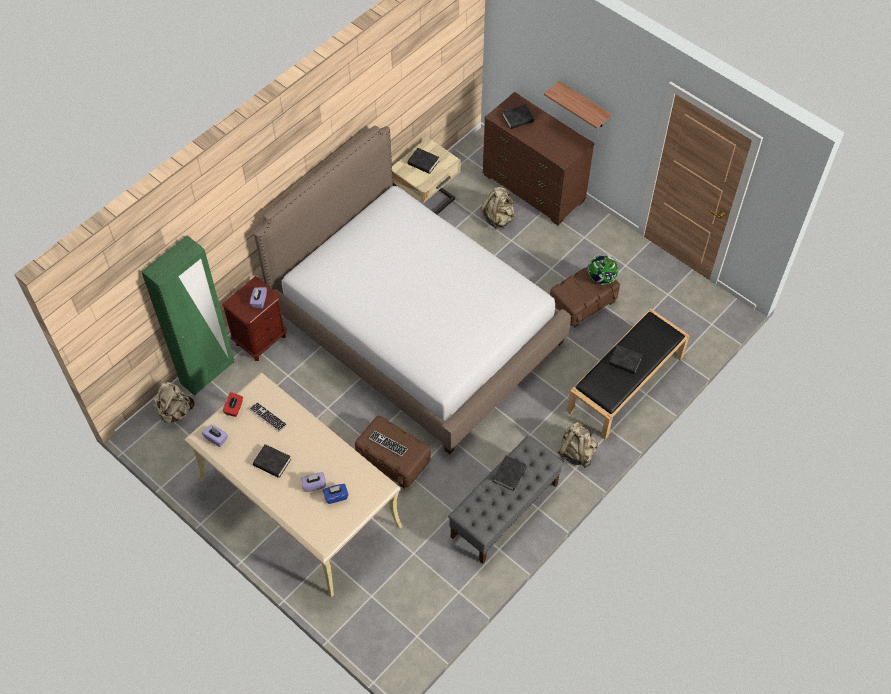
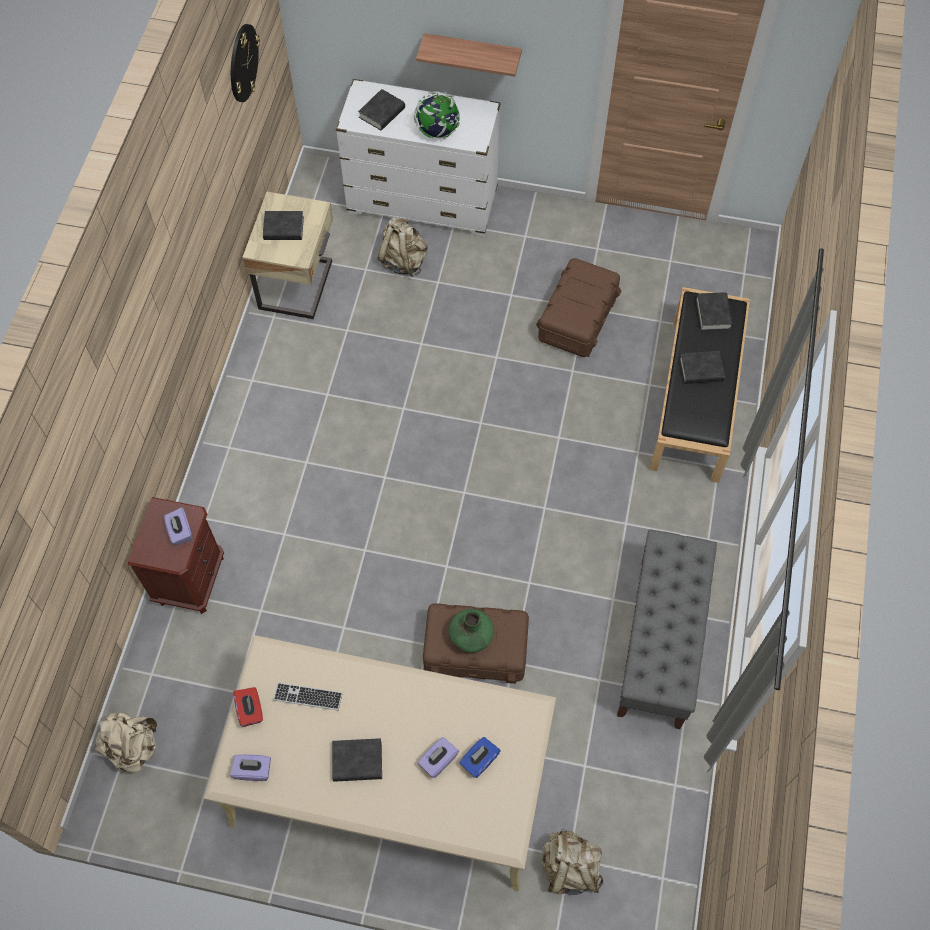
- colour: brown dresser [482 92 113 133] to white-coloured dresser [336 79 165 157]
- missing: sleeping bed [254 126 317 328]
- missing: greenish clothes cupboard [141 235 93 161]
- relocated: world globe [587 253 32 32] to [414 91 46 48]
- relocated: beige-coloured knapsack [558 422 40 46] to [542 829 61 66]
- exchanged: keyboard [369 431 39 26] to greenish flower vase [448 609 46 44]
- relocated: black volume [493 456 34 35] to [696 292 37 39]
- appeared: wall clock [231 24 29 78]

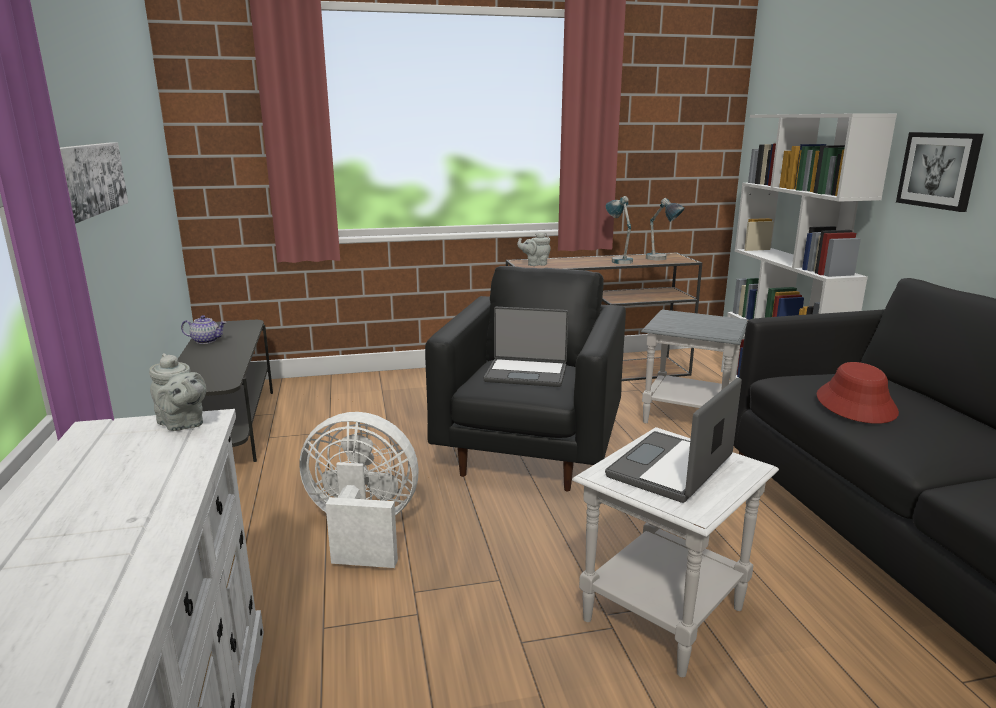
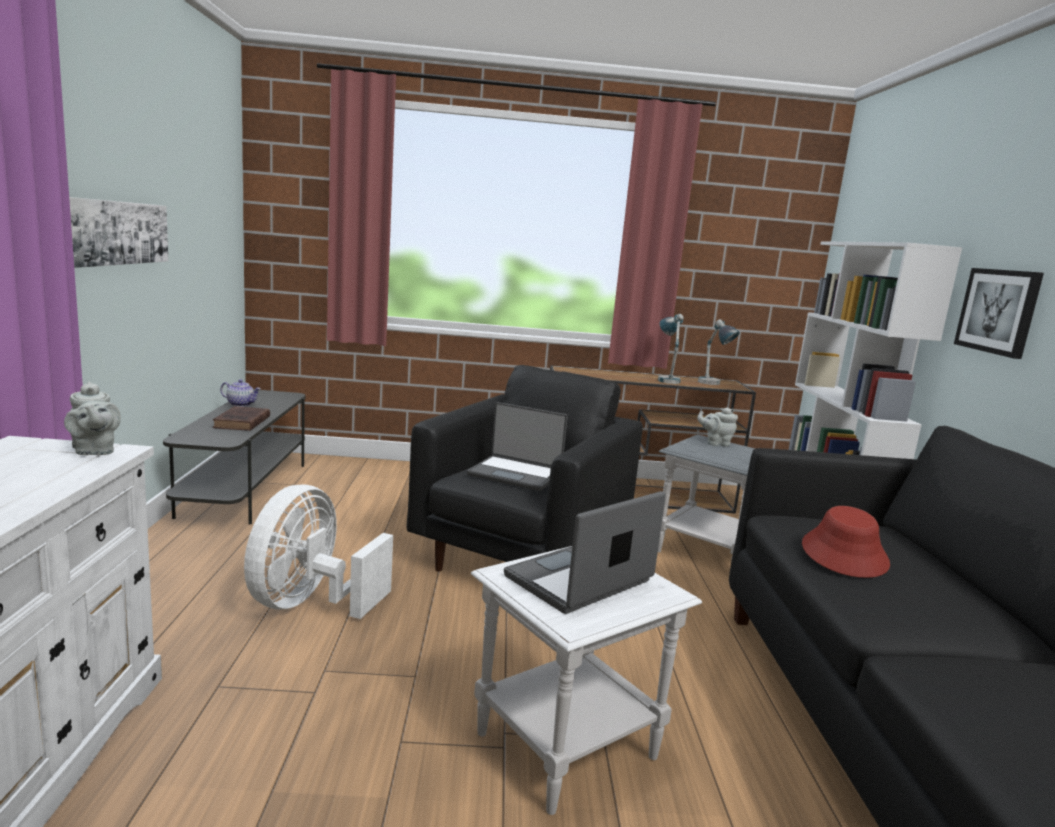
- relocated: greyish teapot [517 232 34 34] to [697 408 41 39]
- spun: white-coloured cooling fan [300 412 119 156] = [244 484 149 135] 90 degrees counterclockwise
- appeared: brown volume [213 406 57 25]

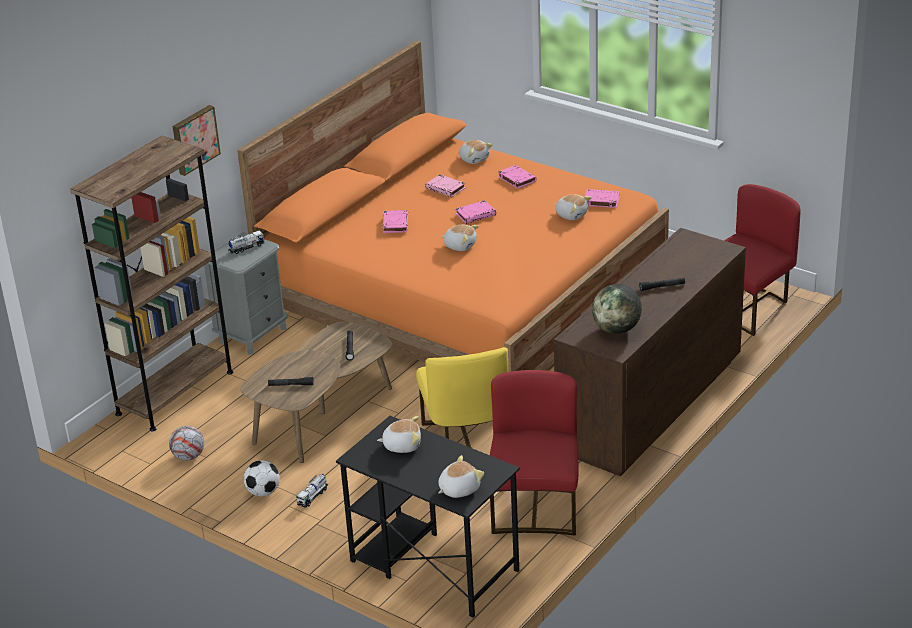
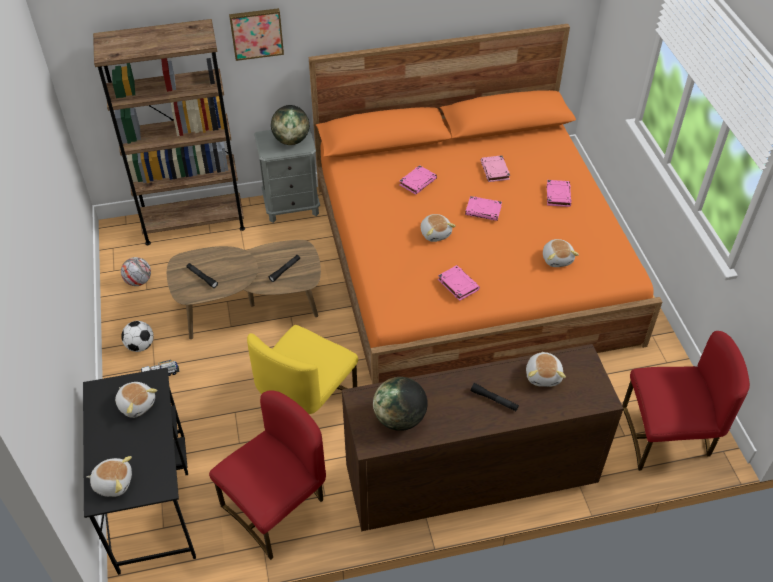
- relocated: soft toy [459 140 34 24] to [526 351 40 36]
- relocated: pink volume [585 189 35 19] to [438 265 42 36]
- exchanged: toy truck [228 230 36 24] to world globe [271 105 38 40]

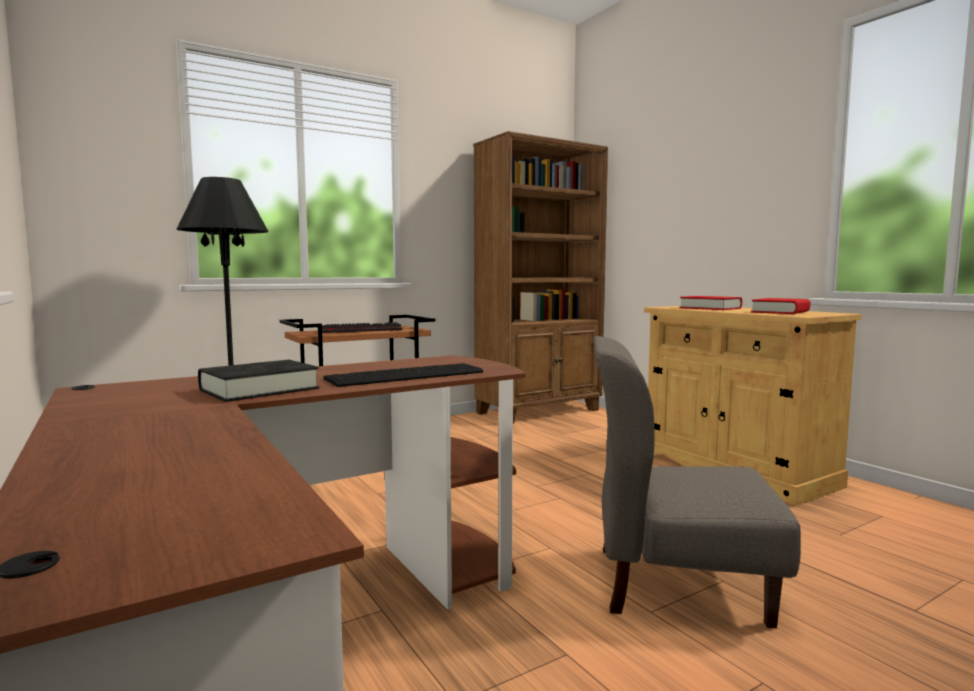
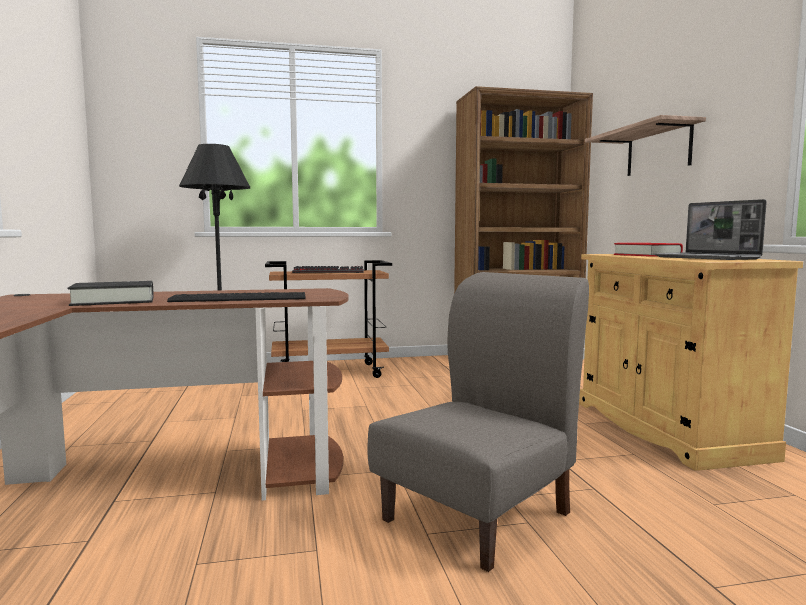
- exchanged: red volume [751 298 59 16] to notebook computer [654 199 113 61]
- spun: greyish plain chair [593 336 208 292] = [367 272 222 300] 105 degrees clockwise
- appeared: wall shelf [585 115 121 61]

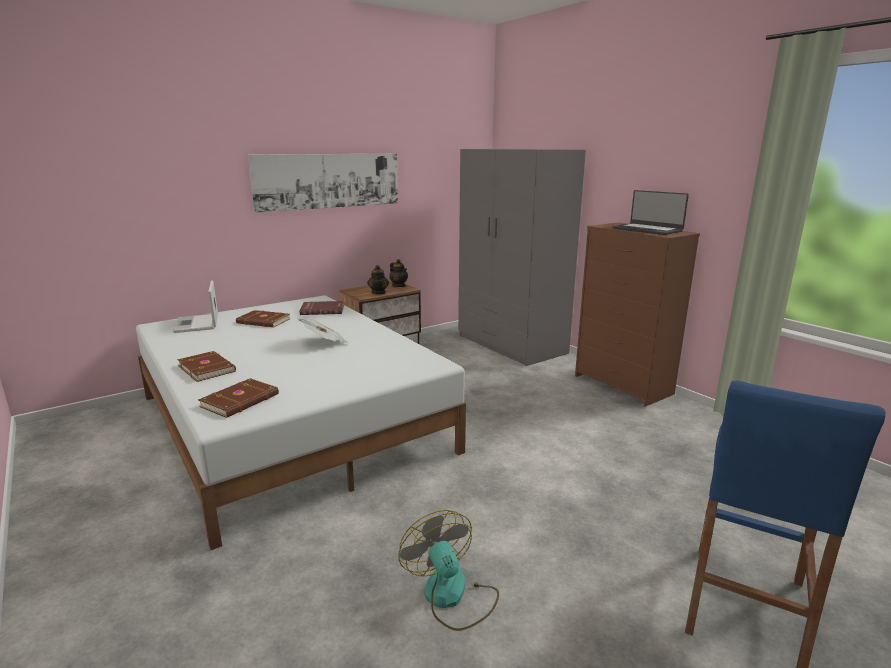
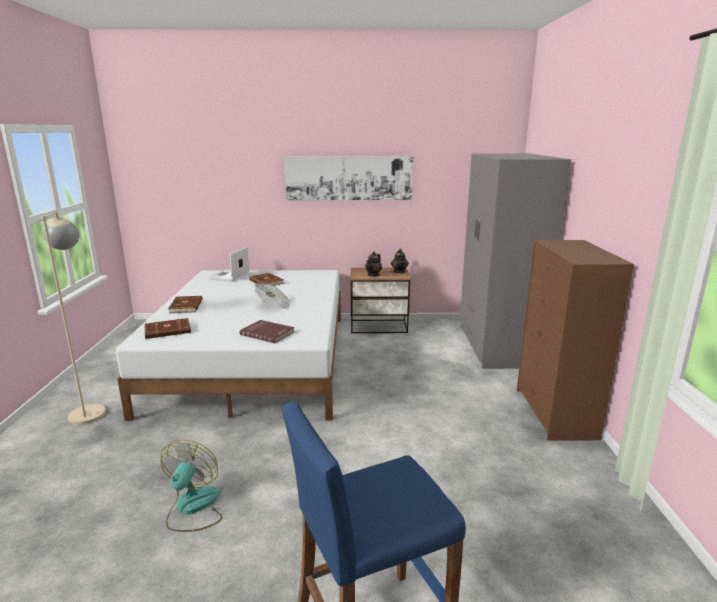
- missing: notebook computer [612 190 77 45]
- relocated: red volume [300 301 44 14] to [240 320 54 23]
- appeared: beige-coloured standing lamp [38 211 68 214]

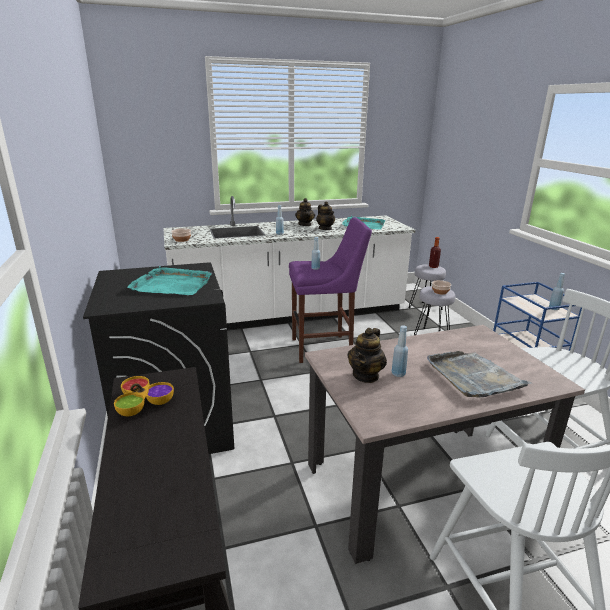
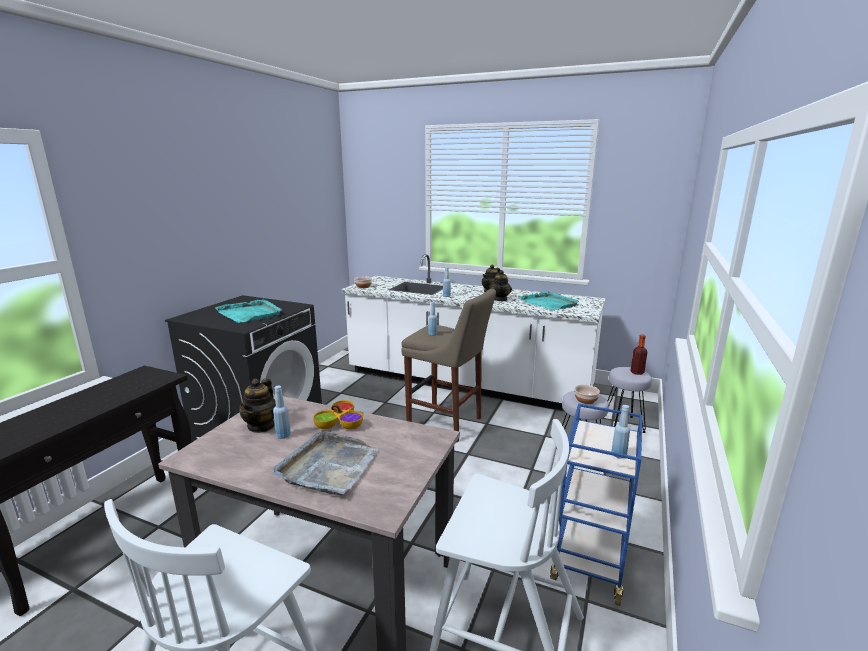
- colour: purple-coloured sitting stool [289 217 83 146] to beige-coloured sitting stool [401 289 95 153]
- spun: teapot [347 328 40 55] = [239 378 37 55] 60 degrees counterclockwise
- relocated: serving bowl [114 376 60 40] to [313 400 50 30]

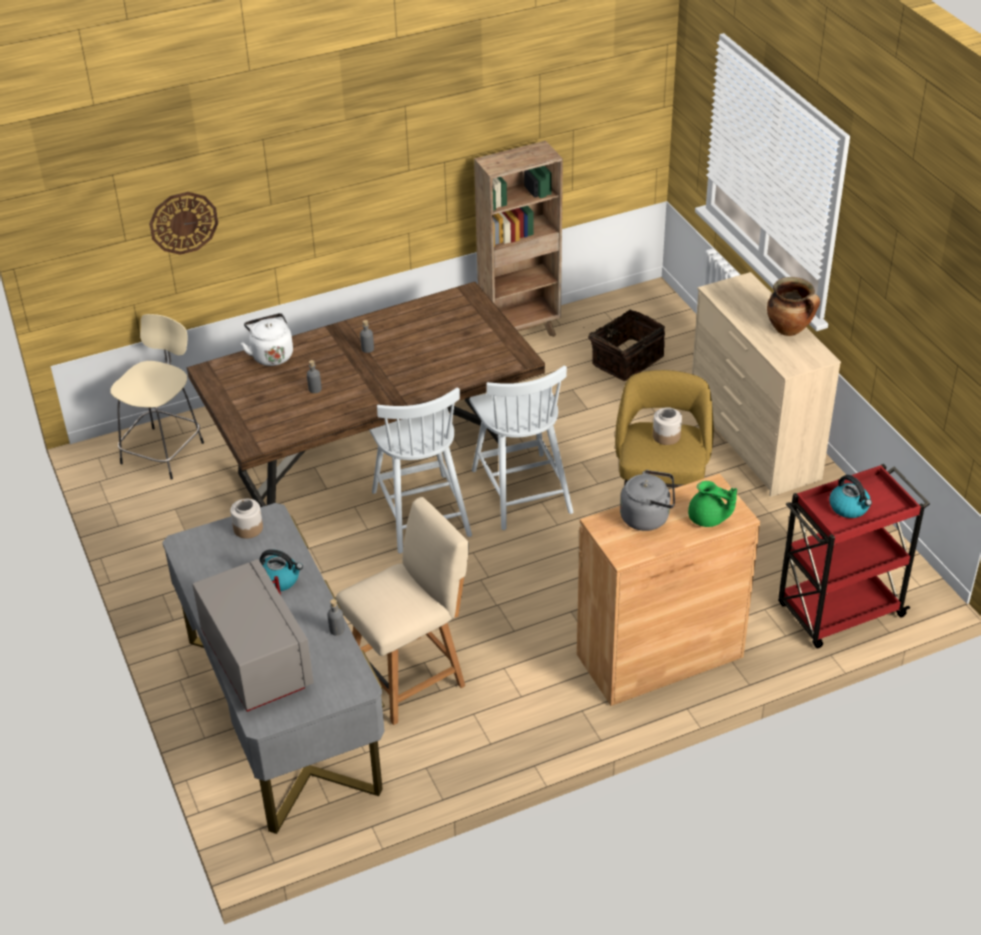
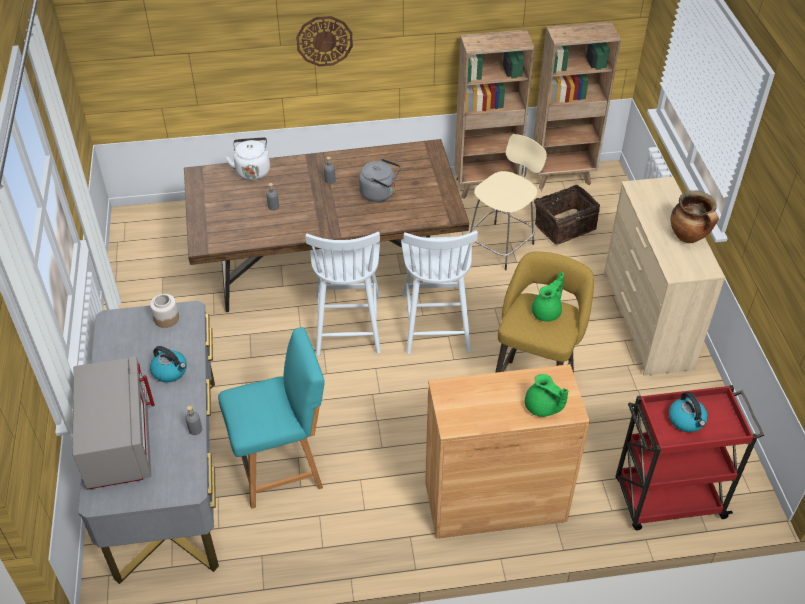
- relocated: wall clock [149 192 69 63] to [296 16 57 51]
- relocated: beige-coloured sitting stool [110 314 94 165] to [469 134 78 136]
- exchanged: jar [653 407 29 38] to greenish teapot [532 272 32 49]
- relocated: greyish kettle [620 470 55 61] to [359 158 42 44]
- colour: beige-coloured plain chair [336 497 133 228] to turquoise-coloured plain chair [218 327 107 182]
- appeared: brown bookcase [533 21 88 169]

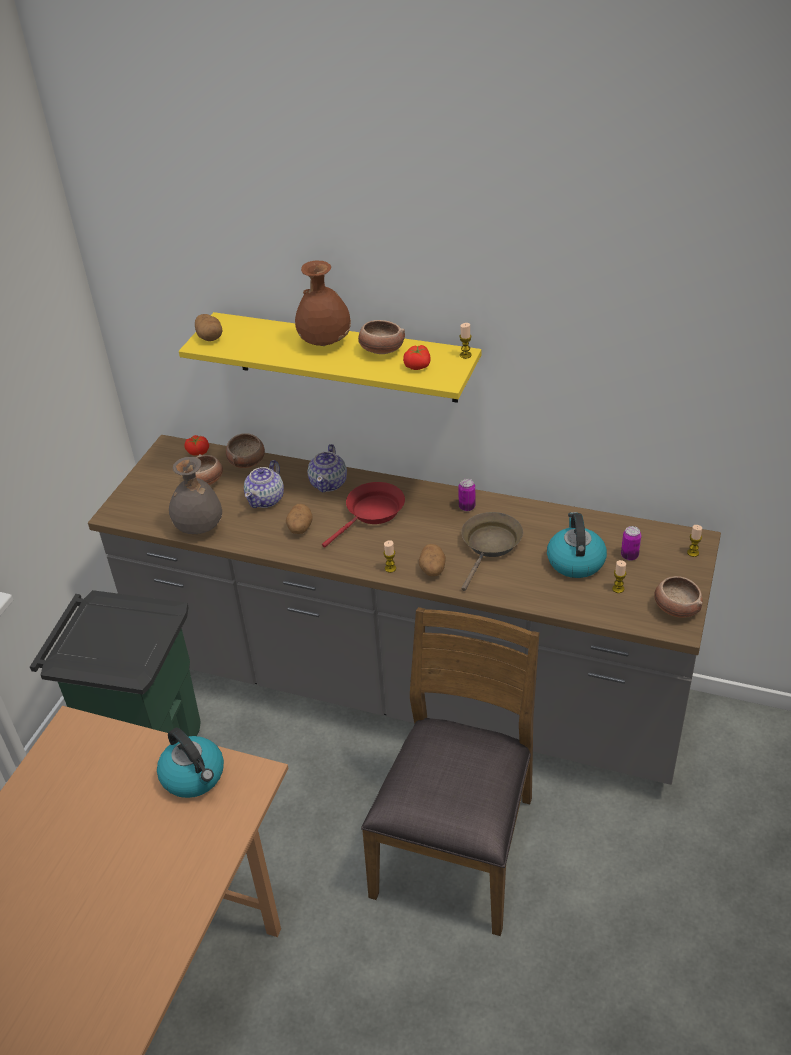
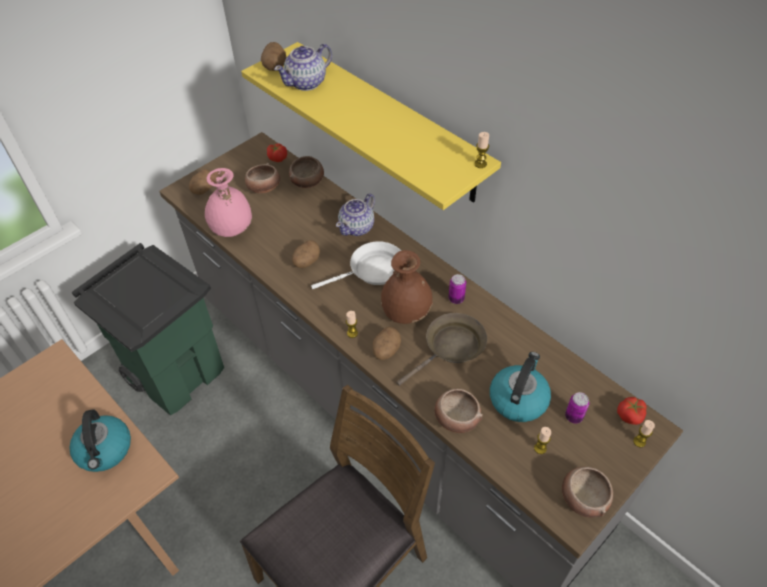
- relocated: brown flower vase [295 261 56 85] to [381 250 52 74]
- relocated: serving bowl [358 320 47 34] to [435 389 48 44]
- relocated: whole tomato [403 345 28 25] to [617 397 30 28]
- colour: greyish flower vase [169 457 53 77] to pink flower vase [205 168 47 69]
- relocated: teapot [244 460 40 48] to [274 44 58 47]
- colour: red skillet [322 482 83 66] to white-coloured skillet [311 241 90 48]
- appeared: whole potato [189 169 23 26]

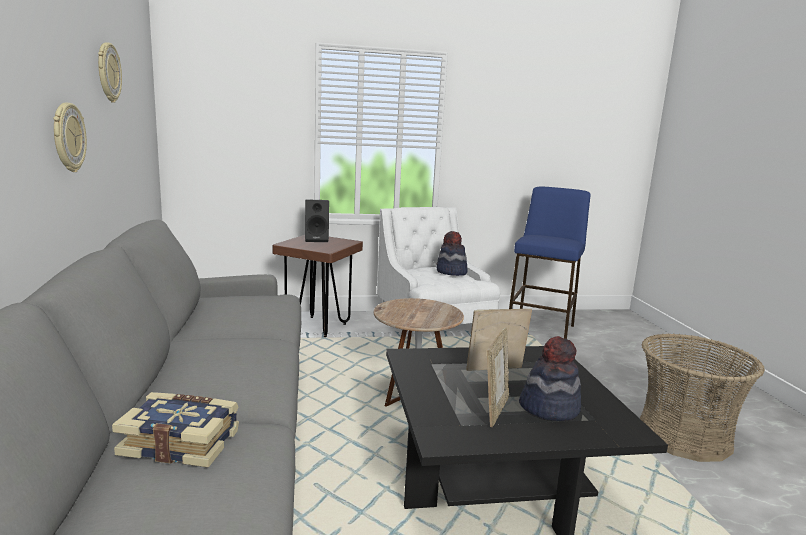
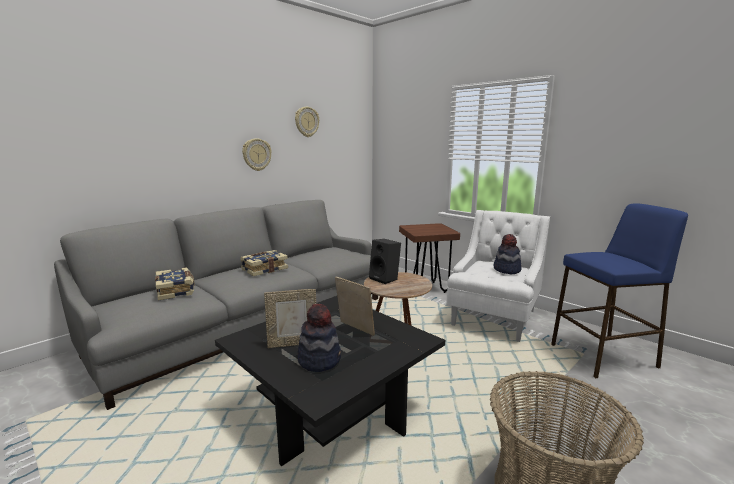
- relocated: black audio speaker [305 199 24 43] to [369 239 32 45]
- appeared: volume [240 250 48 26]

